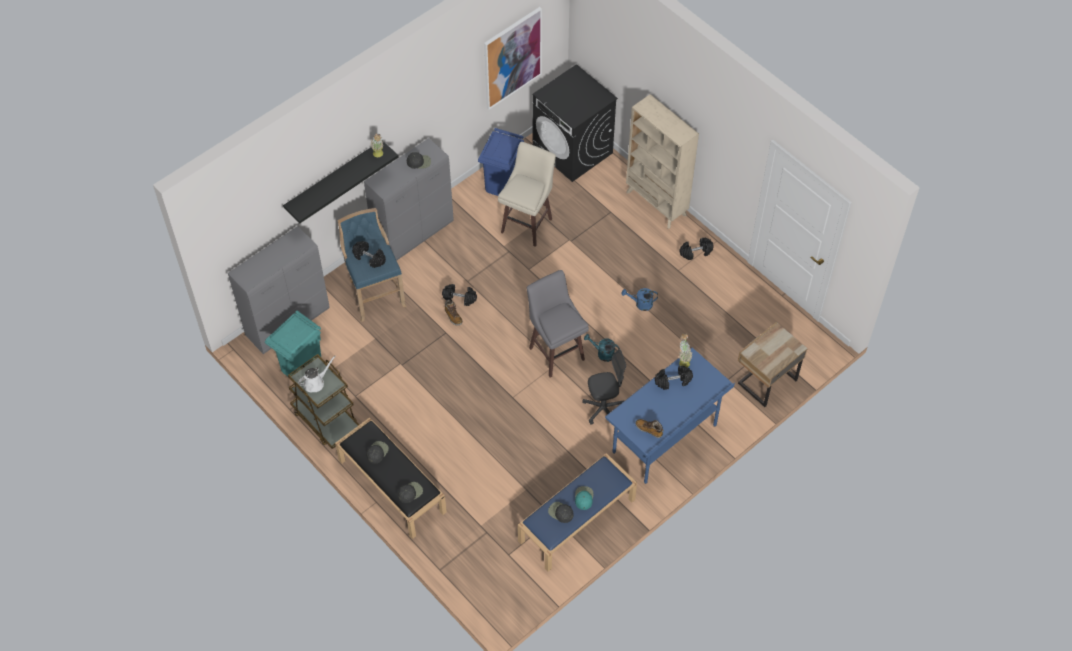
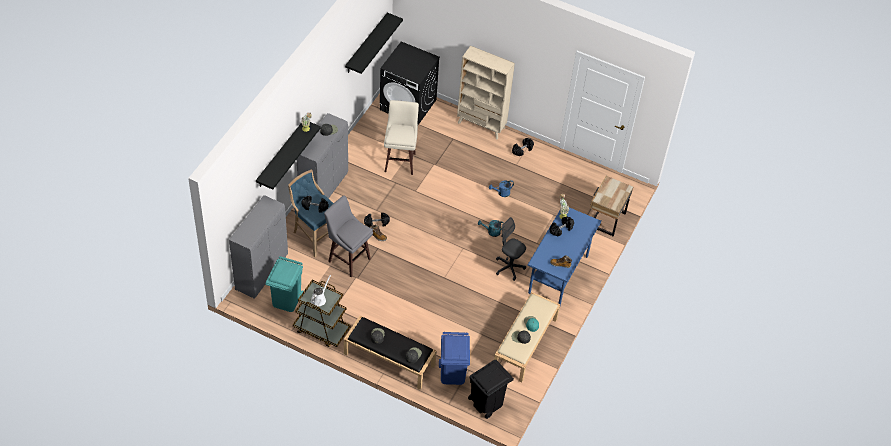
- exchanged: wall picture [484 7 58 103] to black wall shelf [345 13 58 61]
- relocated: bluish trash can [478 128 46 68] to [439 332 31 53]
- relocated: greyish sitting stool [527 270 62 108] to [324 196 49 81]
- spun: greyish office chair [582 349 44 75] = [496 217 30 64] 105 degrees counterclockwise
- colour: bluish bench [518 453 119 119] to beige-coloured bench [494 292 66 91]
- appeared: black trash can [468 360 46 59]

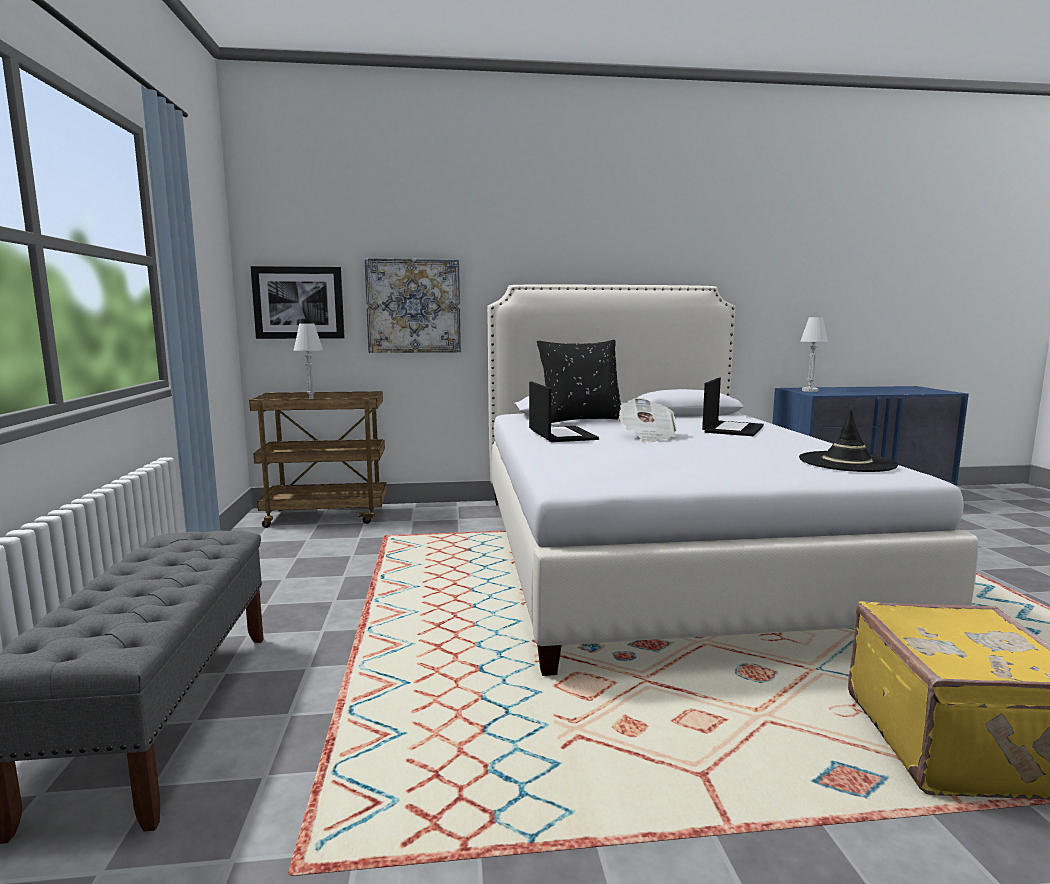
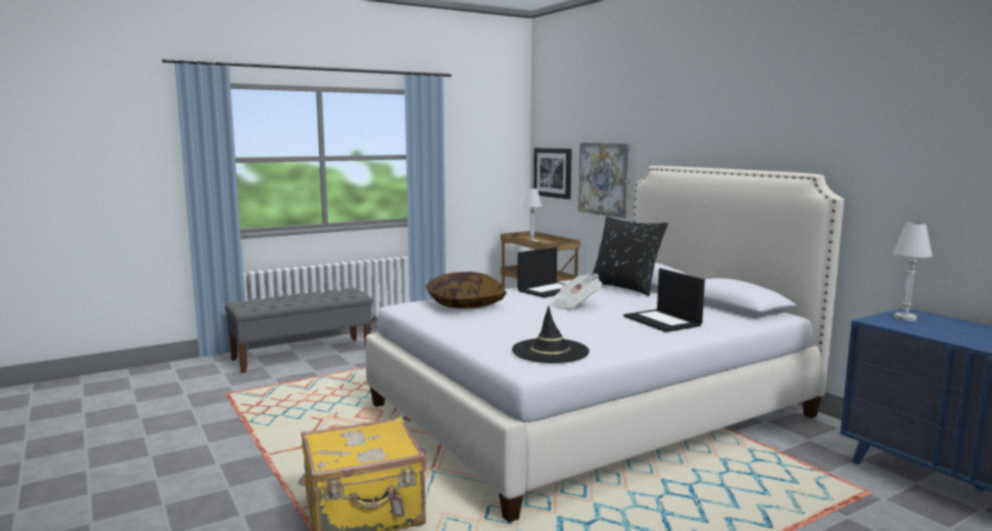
- spun: notebook computer [702 378 62 58] = [623 268 82 64] 60 degrees clockwise
- appeared: cushion [426 272 81 37]

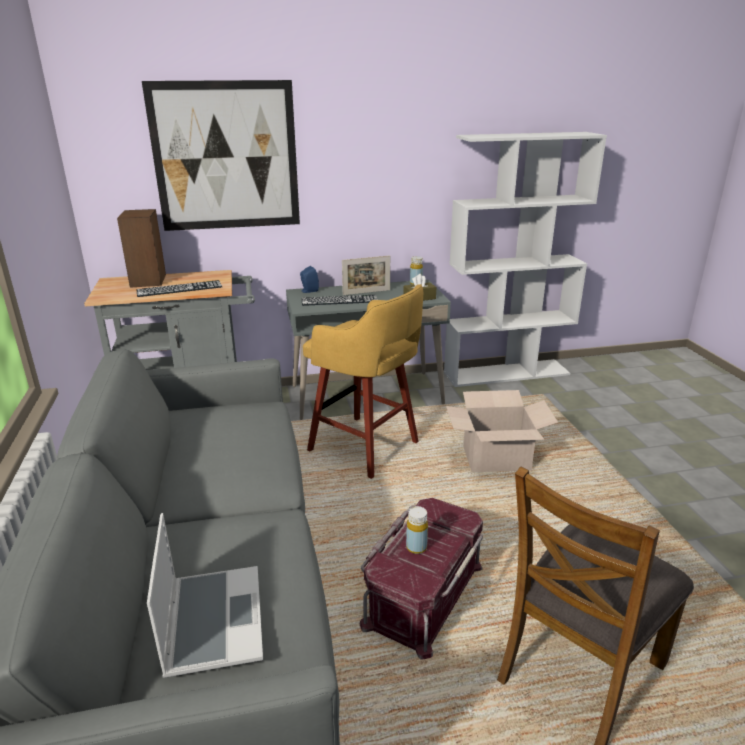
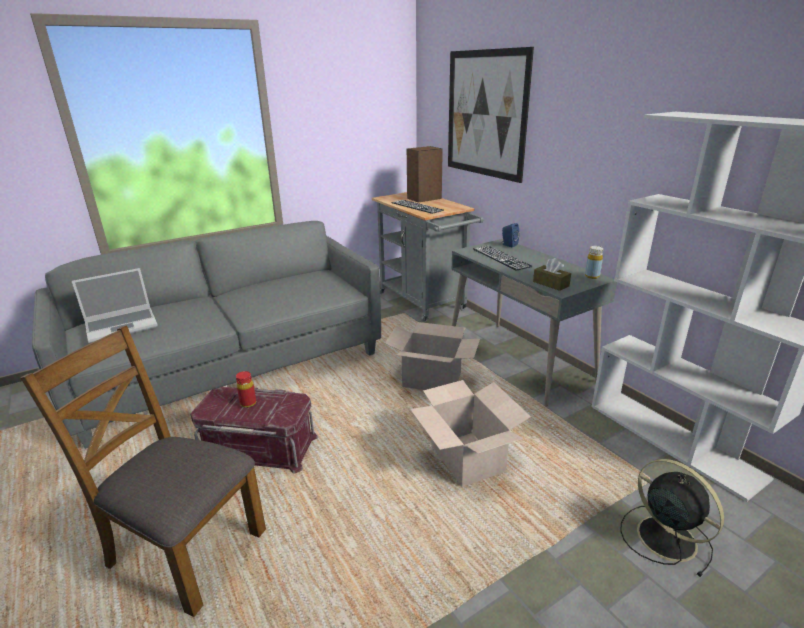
- missing: picture frame [342 255 48 40]
- exchanged: yellowish sitting stool [303 284 120 195] to cardboard box [384 322 96 68]
- colour: yellowish beverage bottle [406 506 22 48] to red beverage bottle [236 371 20 37]
- appeared: black cooling fan [620 459 104 118]

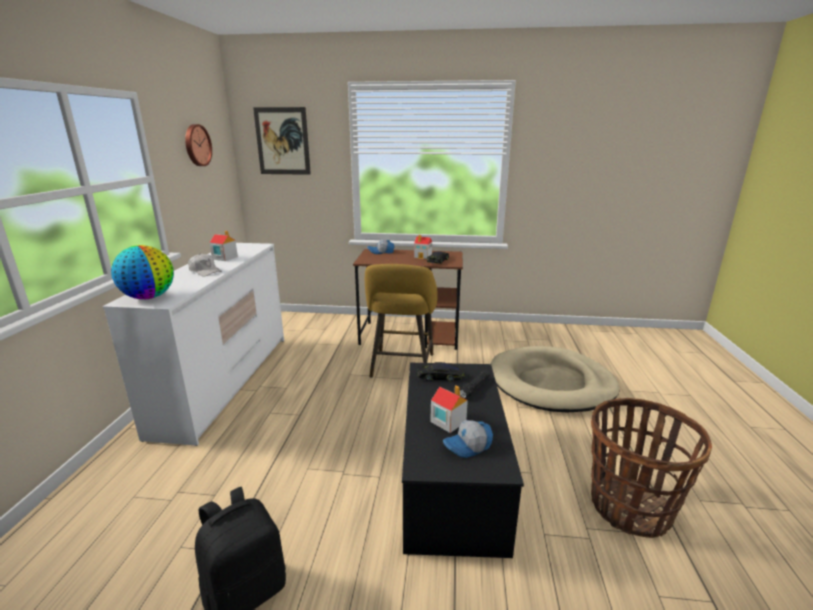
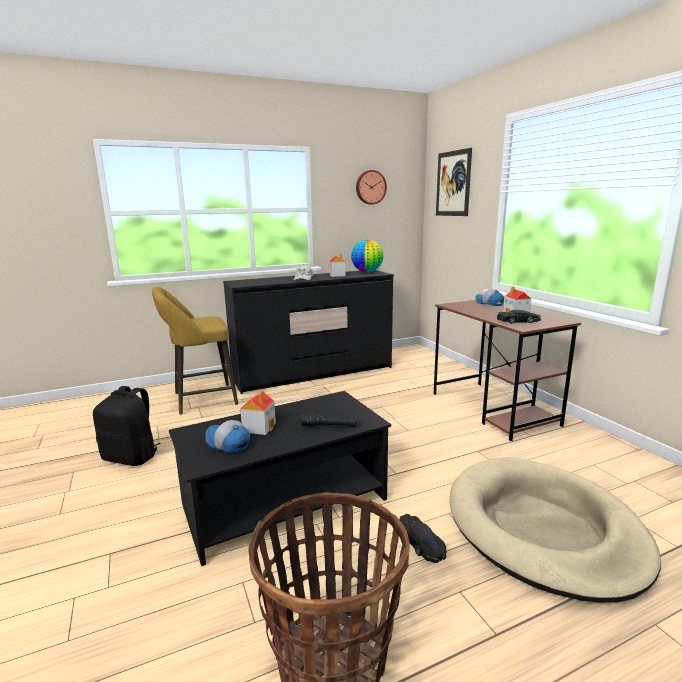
- colour: white-coloured dresser [103 243 181 203] to black dresser [223 270 171 124]
- relocated: world globe [111 245 63 54] to [351 239 32 33]
- relocated: yellowish sitting stool [365 264 73 114] to [152 287 86 128]
- relocated: black toy car [417 362 48 20] to [399 514 48 49]

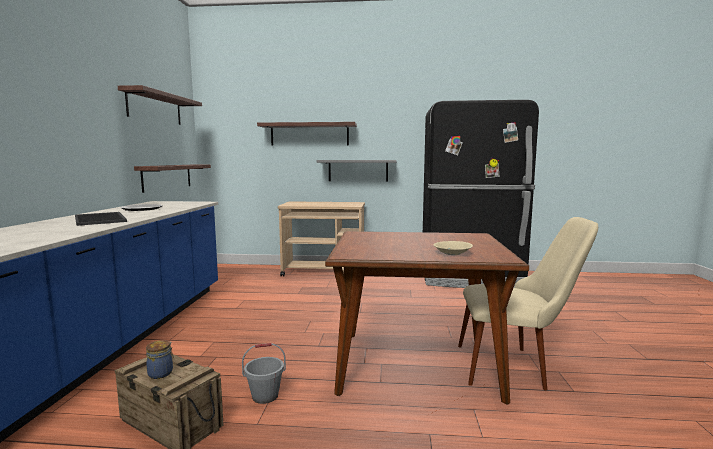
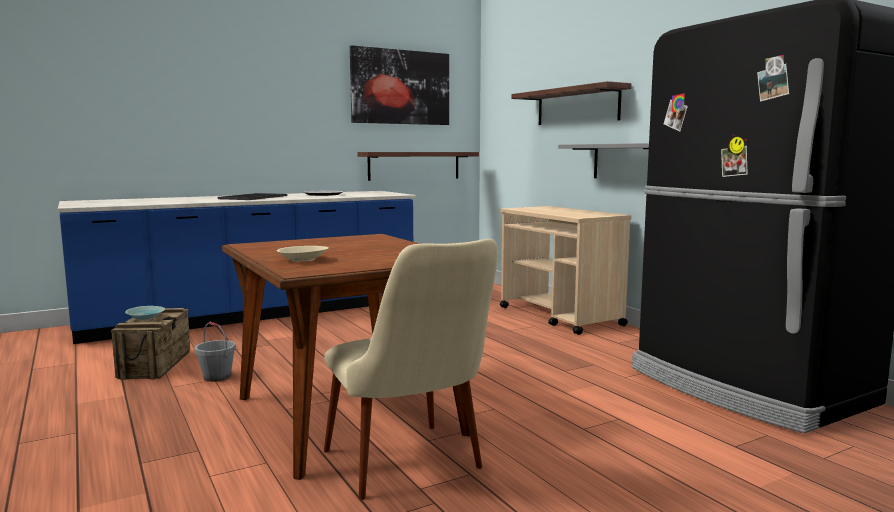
- exchanged: wall shelf [118 85 84 40] to wall picture [350 45 99 80]
- exchanged: jar [146 340 28 39] to turquoise-coloured serving bowl [125 306 40 14]

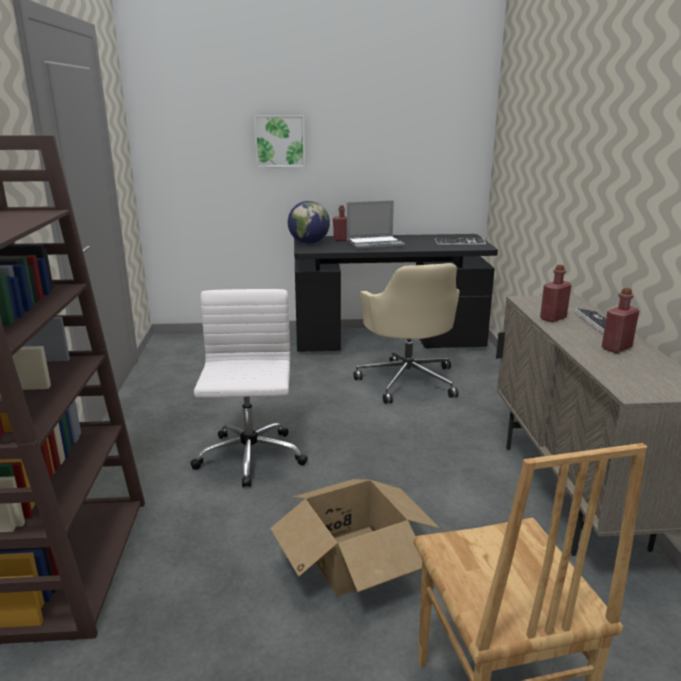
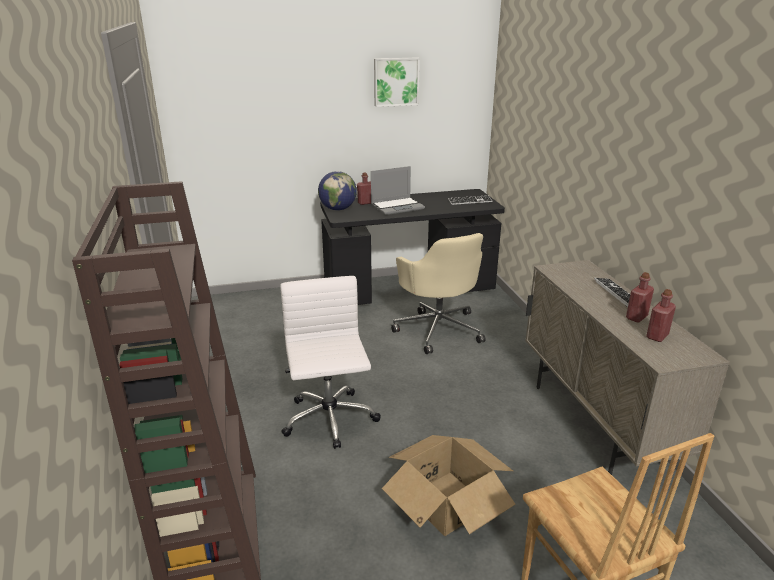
- relocated: wall picture [254 115 51 52] to [374 57 46 50]
- relocated: red beverage bottle [540 265 32 57] to [646 289 30 53]

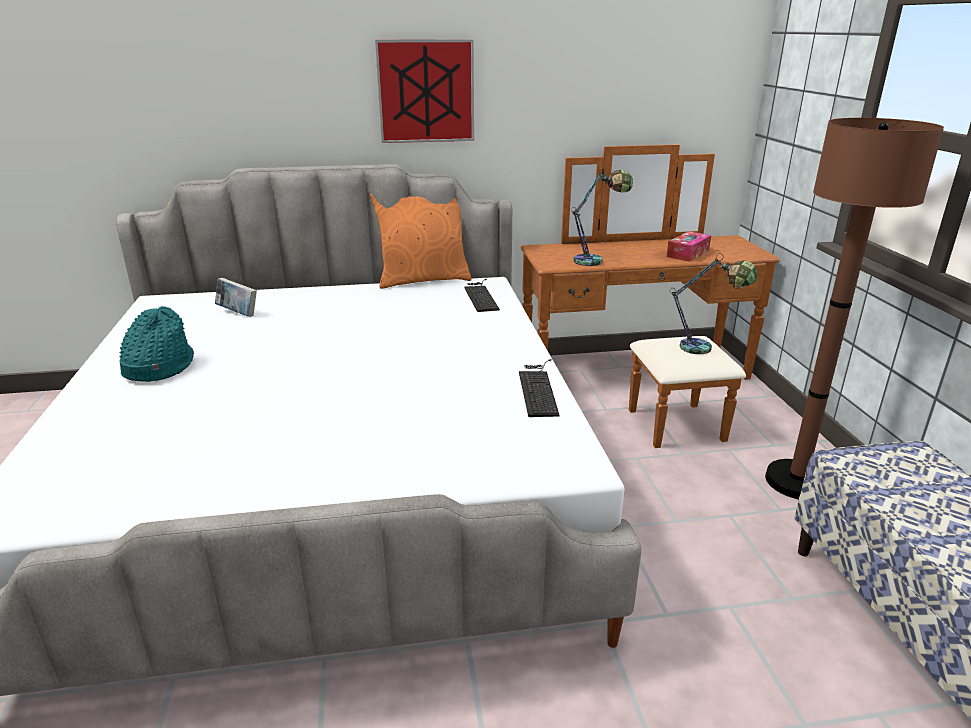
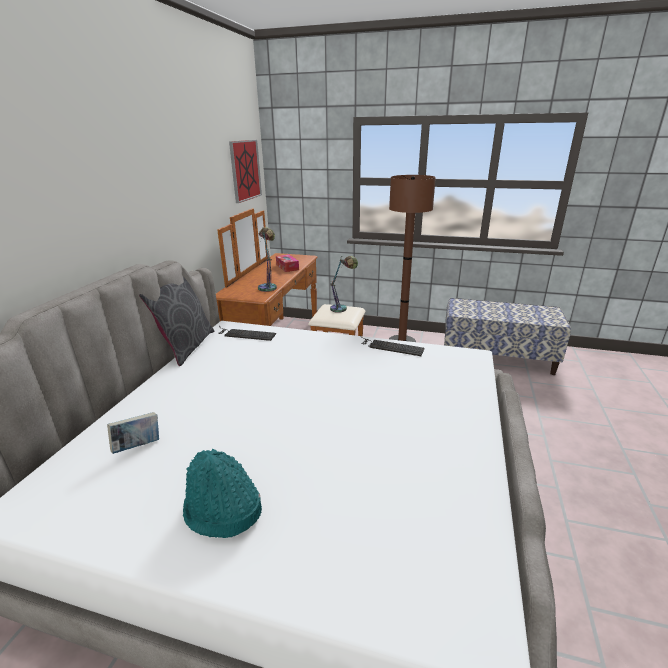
- relocated: wall picture [375 40 99 103] to [229 140 33 63]
- colour: orange-coloured cushion [370 194 102 95] to greyish cushion [139 277 75 89]

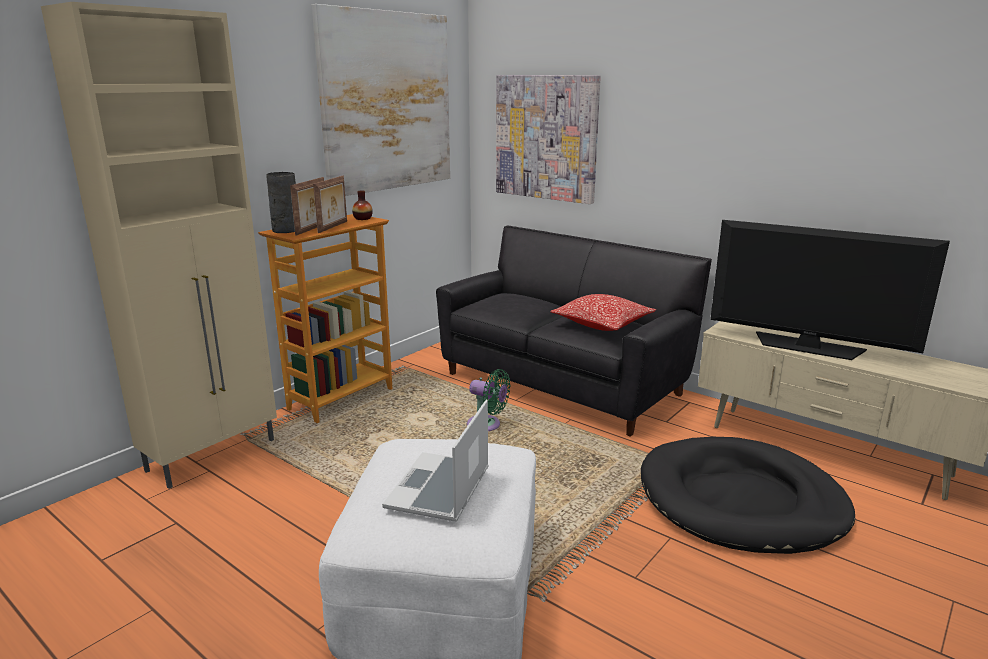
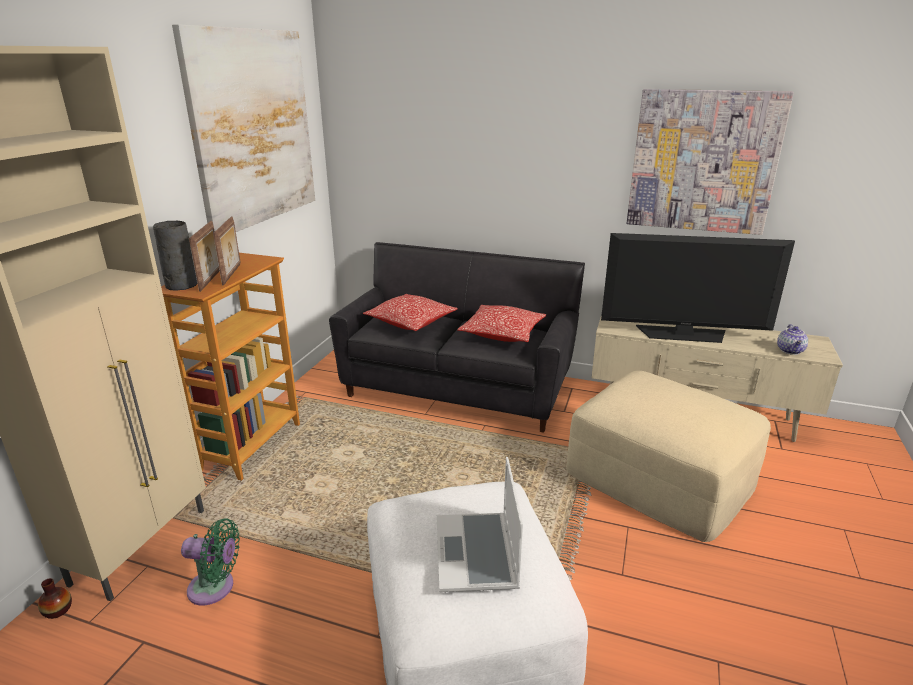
- relocated: wall picture [496 75 105 129] to [627 89 167 146]
- relocated: flower vase [352 190 21 30] to [38 578 34 41]
- relocated: greenish cooling fan [467 369 44 62] to [181 518 59 88]
- exchanged: black pet bed [641 437 214 117] to beige-coloured pouffe [566 371 205 171]
- appeared: cushion [363 294 95 37]
- appeared: teapot [777 324 31 31]

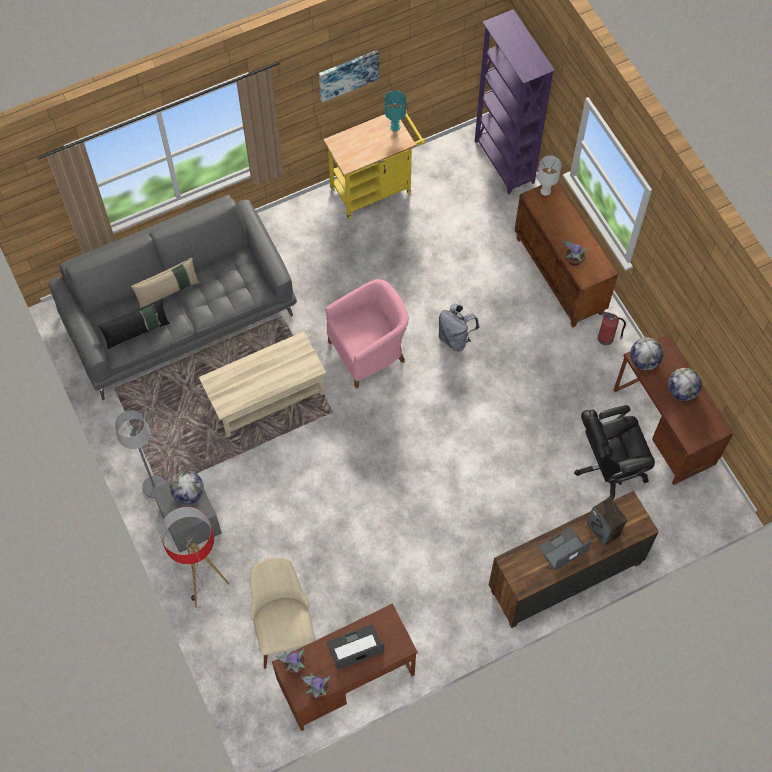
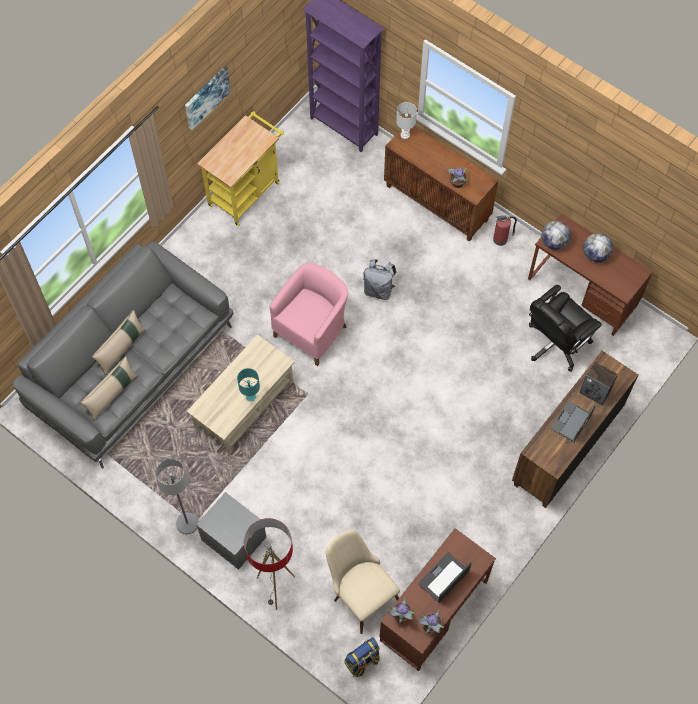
- relocated: turquoise-coloured lamp for a table [385 90 21 41] to [237 368 23 33]
- colour: black cushion [98 299 72 50] to beige-coloured cushion [81 356 56 65]
- missing: world globe [170 471 34 33]
- appeared: knapsack [345 637 35 40]

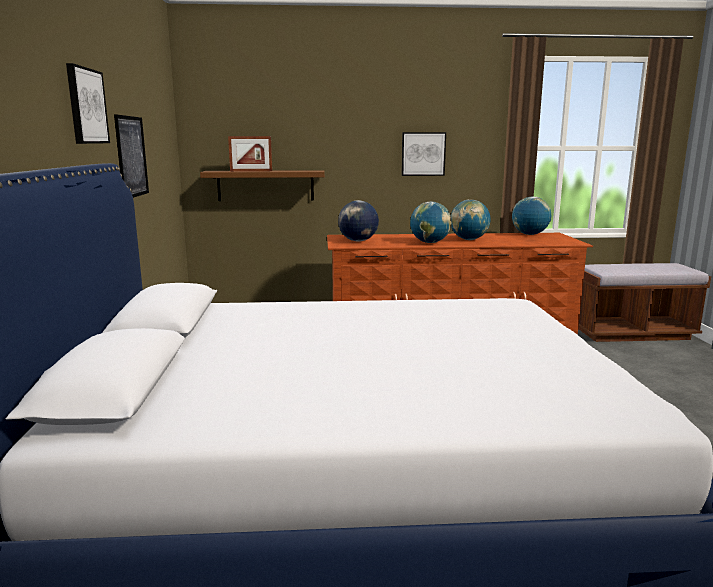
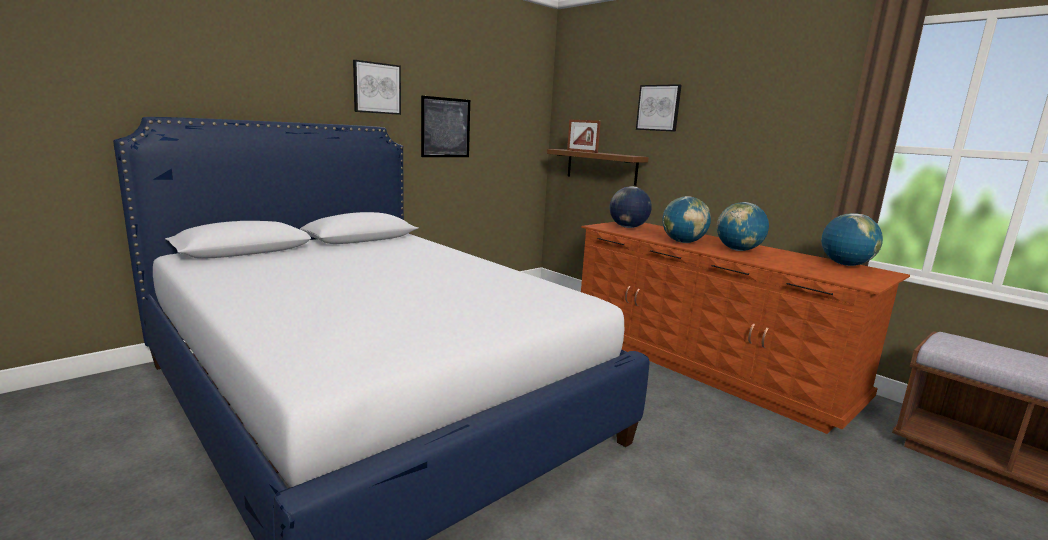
- relocated: wall picture [401 132 45 44] to [636 84 46 48]

